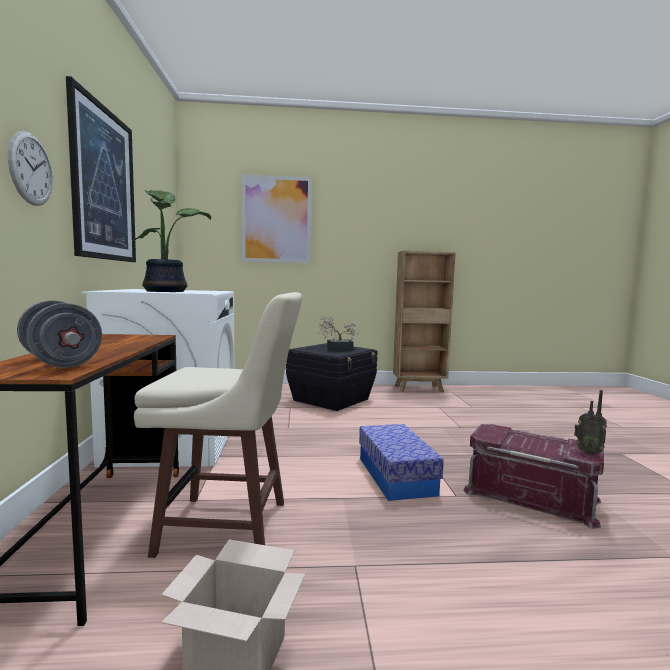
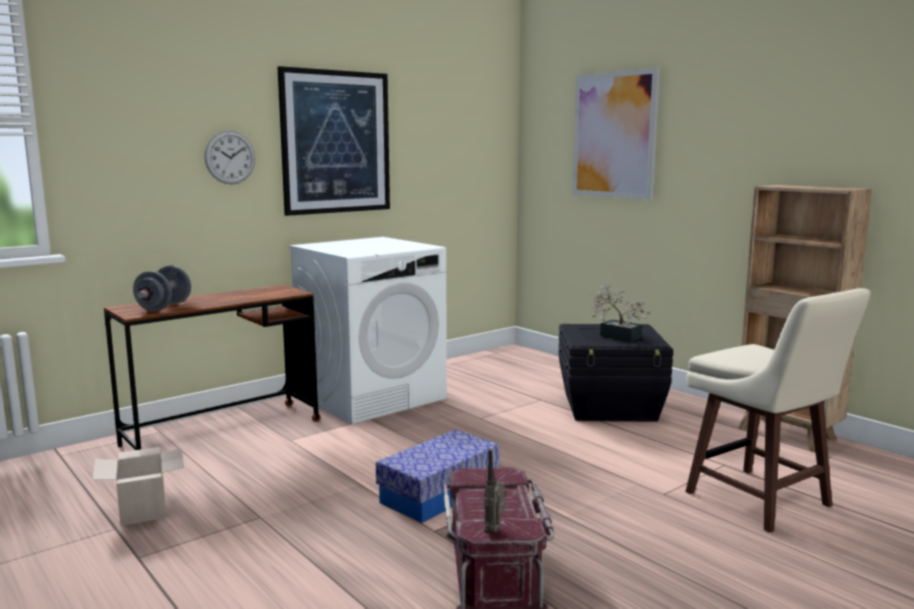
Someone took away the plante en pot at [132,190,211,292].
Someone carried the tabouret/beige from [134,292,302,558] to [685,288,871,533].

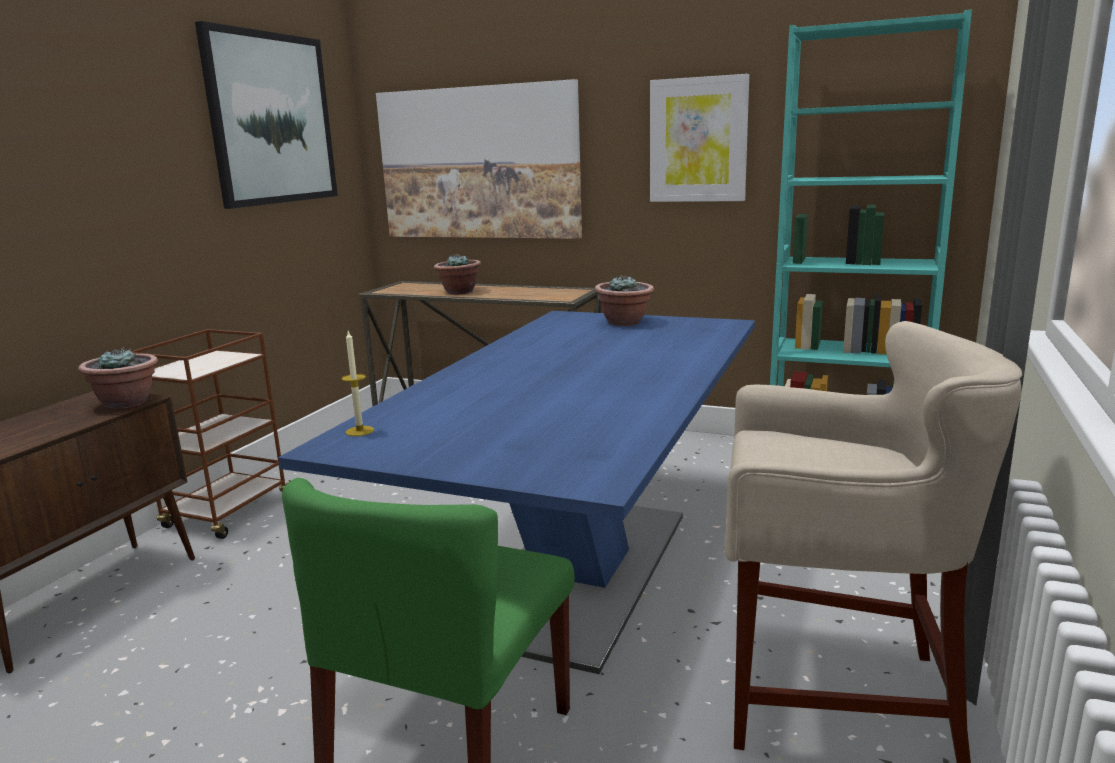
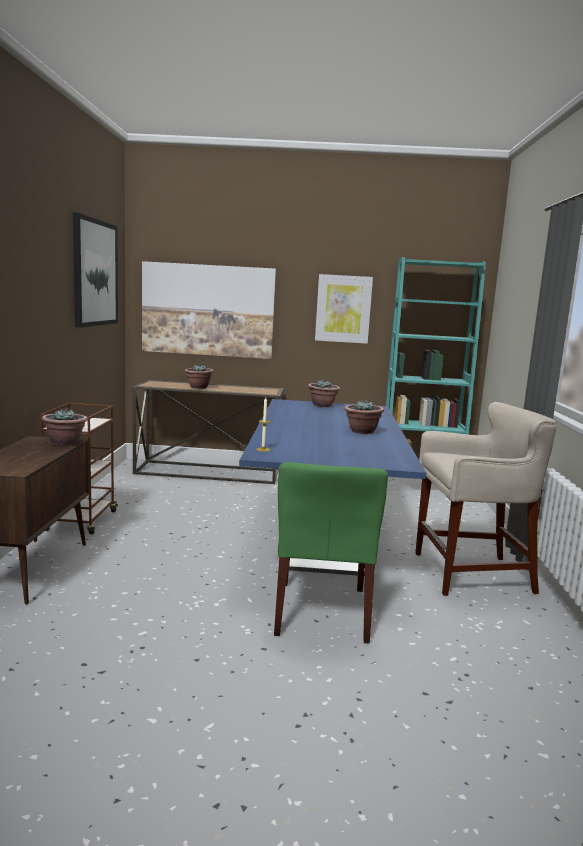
Someone put down the plante en pot at [344,400,384,434].

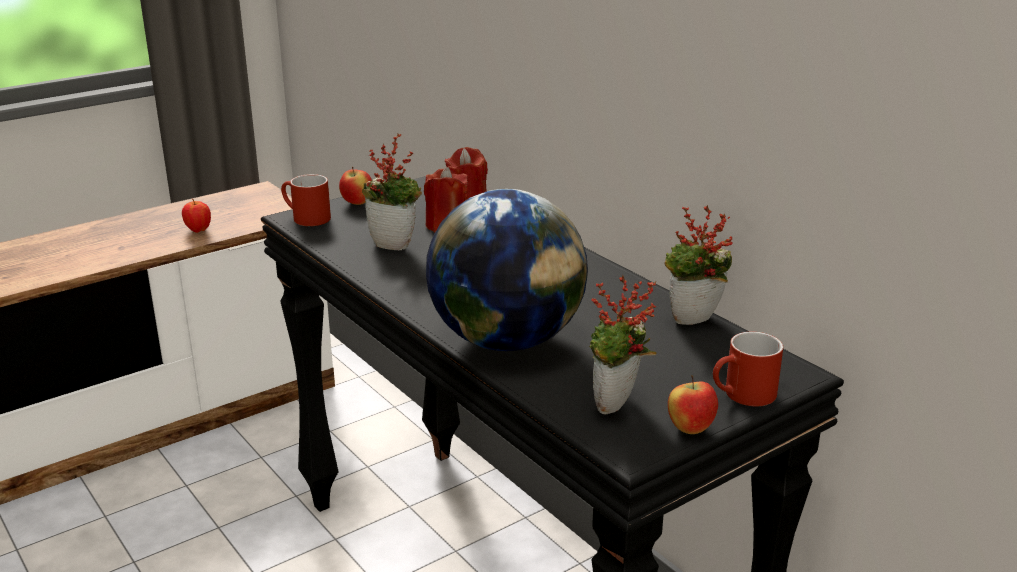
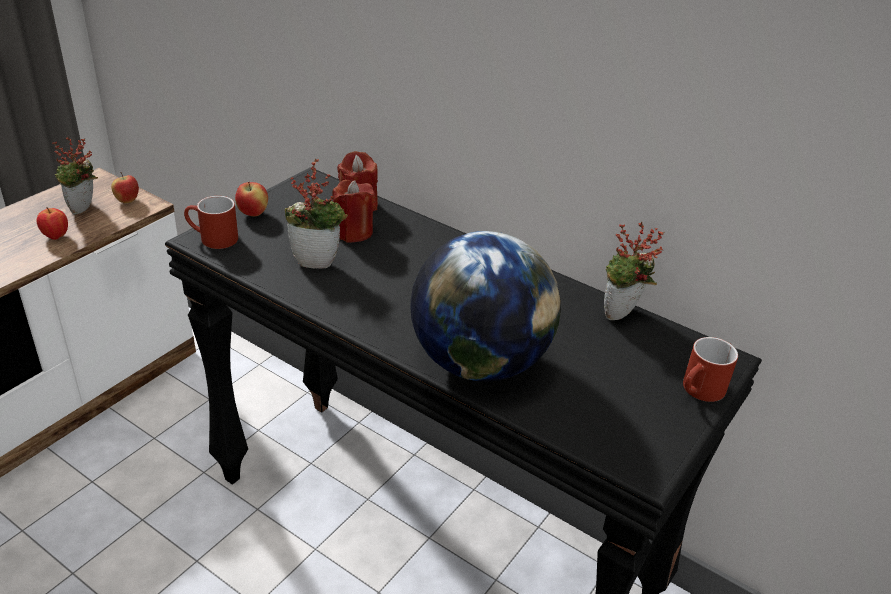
Someone carried the plante en pot from [589,275,657,414] to [52,137,98,214].
Someone carried the pomme from [668,375,718,434] to [111,172,139,203].

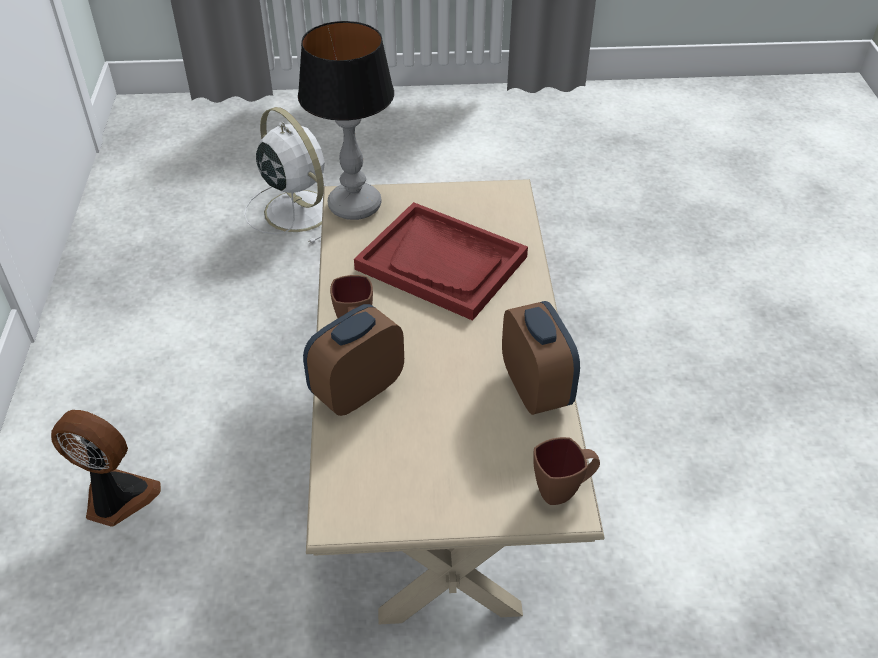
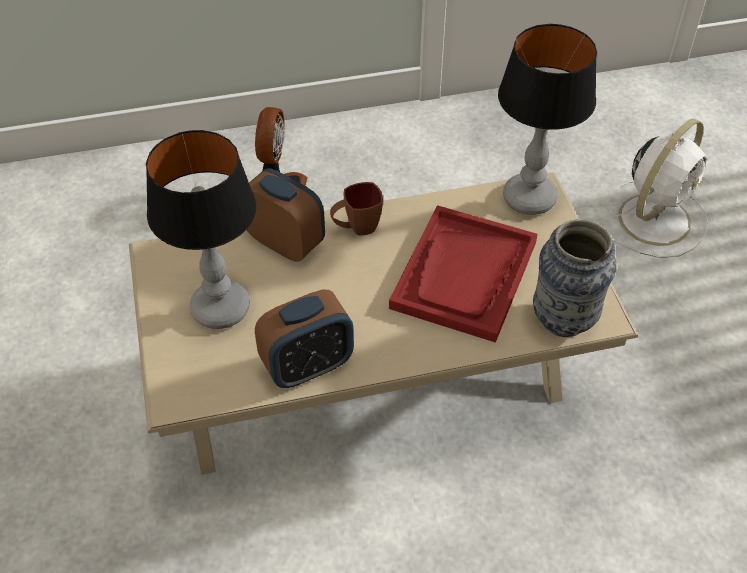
Someone took away the mug/marron at [533,437,600,505].
Someone put down the lampe de table at [146,130,256,329].
Someone put down the vase at [533,219,616,337].

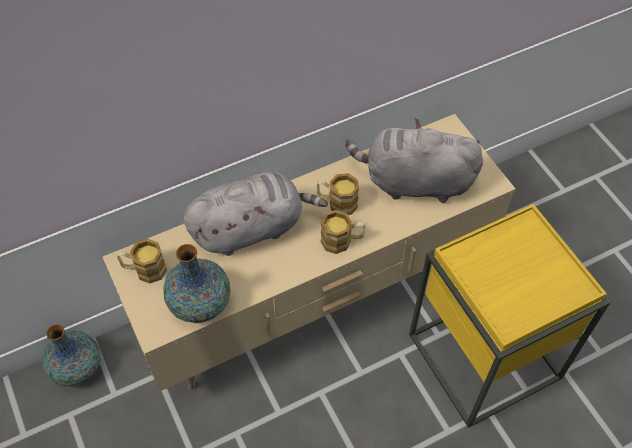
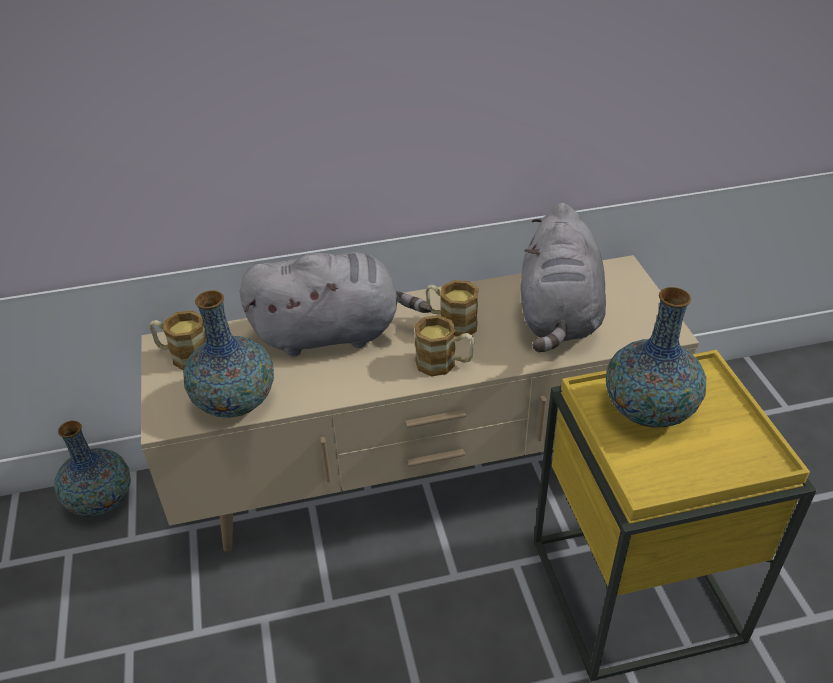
Someone rotated the peluche/gris at [346,119,483,203] by 105 degrees counterclockwise.
Someone put down the vase at [606,287,706,428].

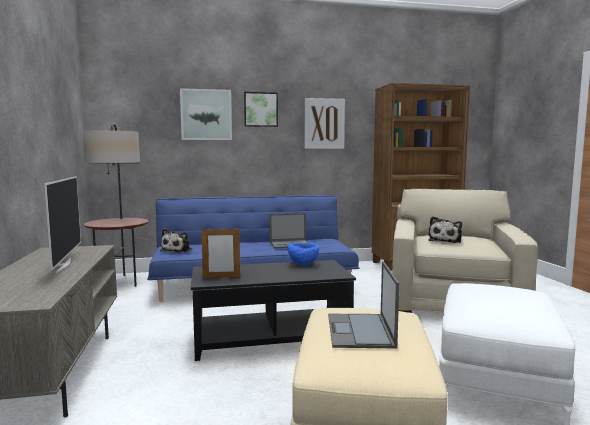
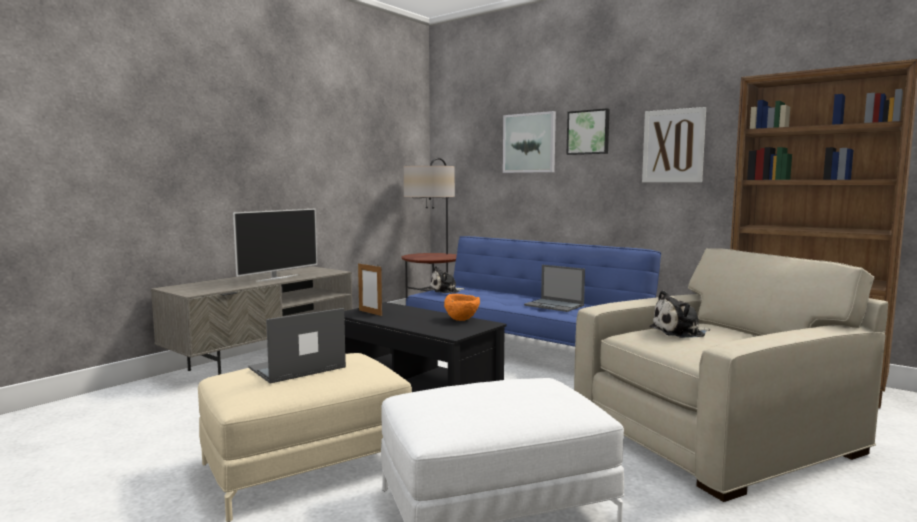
Someone repainted the bol/bleu at [288,242,319,265], which became the bol/orange at [444,294,480,321].

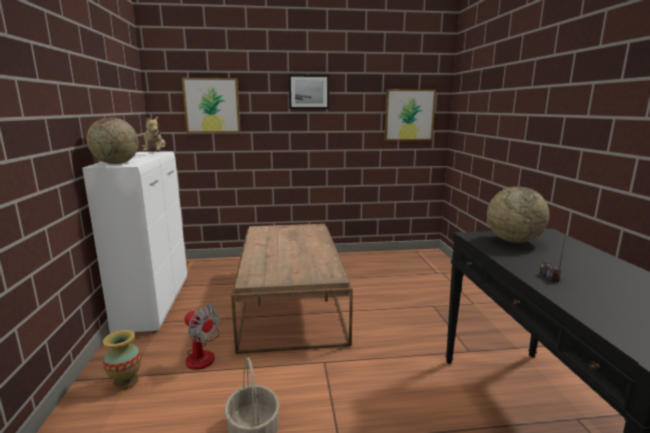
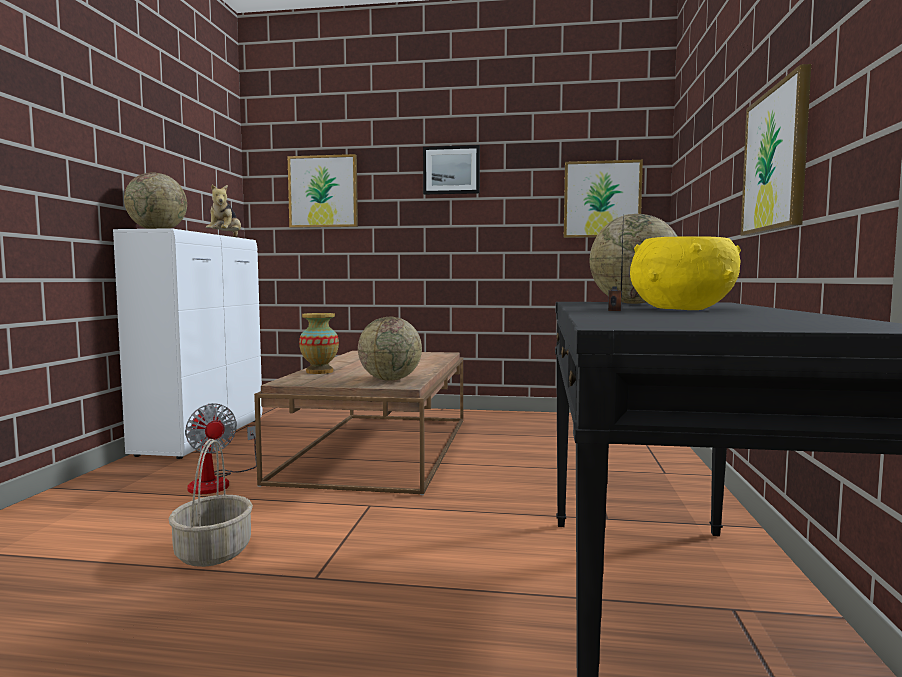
Someone carried the vase from [103,330,142,390] to [299,313,339,374].
Someone put down the globe at [358,317,422,381].
Someone put down the bol/jaune at [630,236,741,310].
Someone put up the tableau at [740,64,811,236].

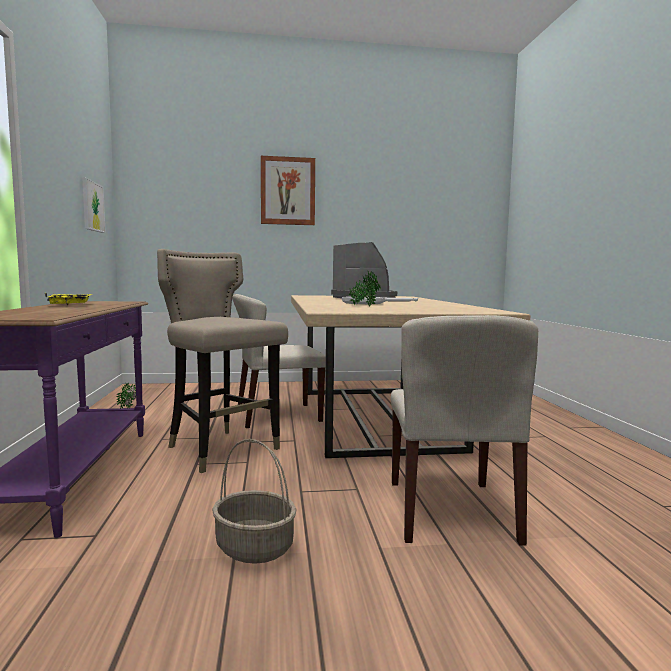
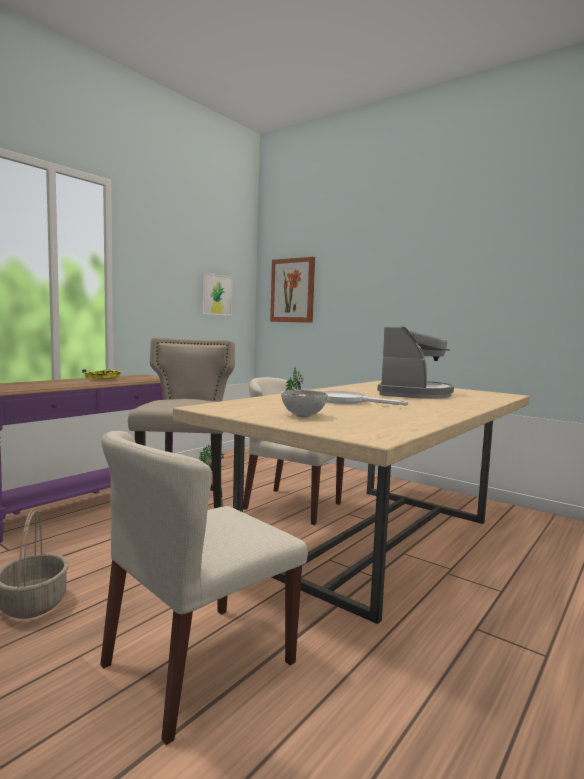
Someone carried the tableau from [261,156,315,225] to [270,257,315,323].
Someone put down the bol at [281,390,328,417].

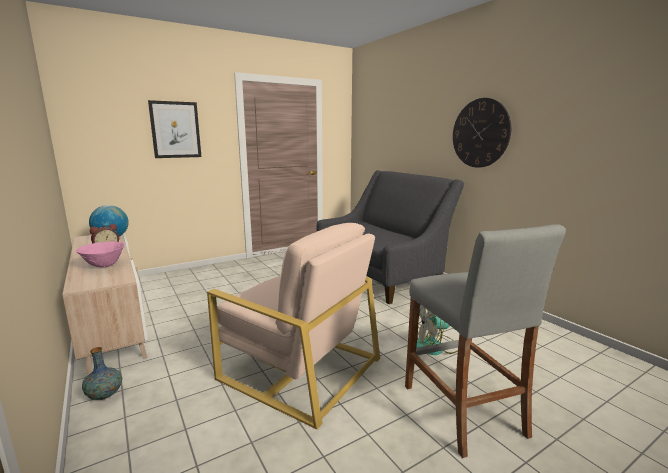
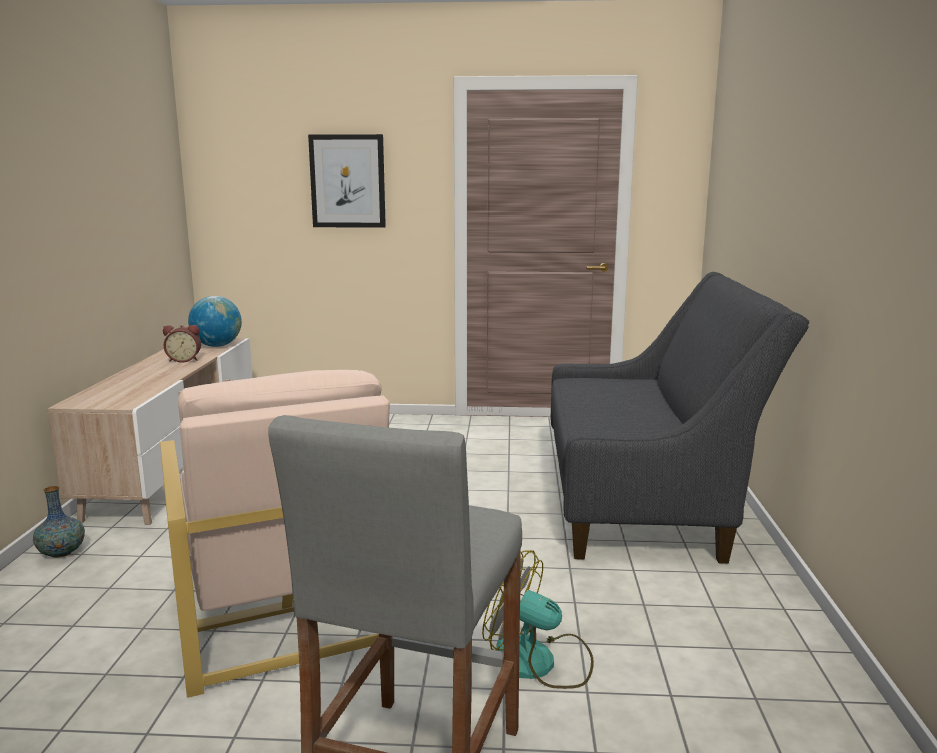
Someone took away the bol/rose at [76,242,125,267].
Someone took away the horloge murale at [453,98,511,168].

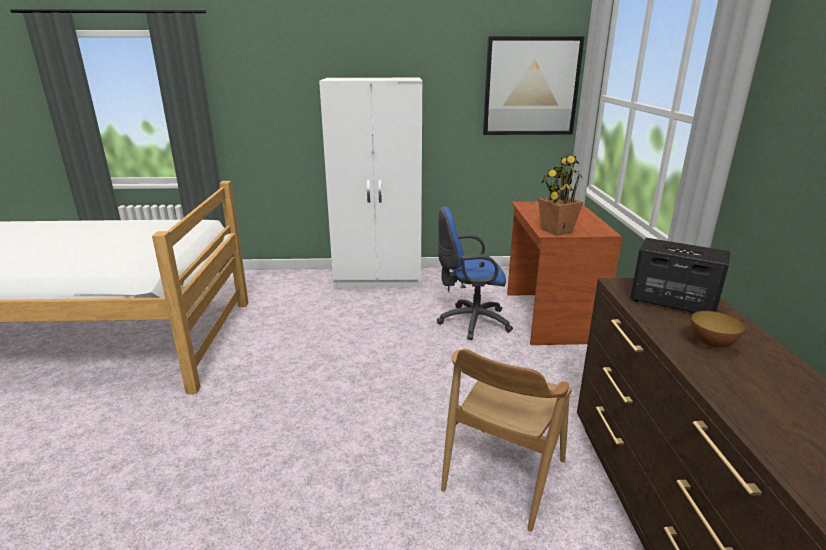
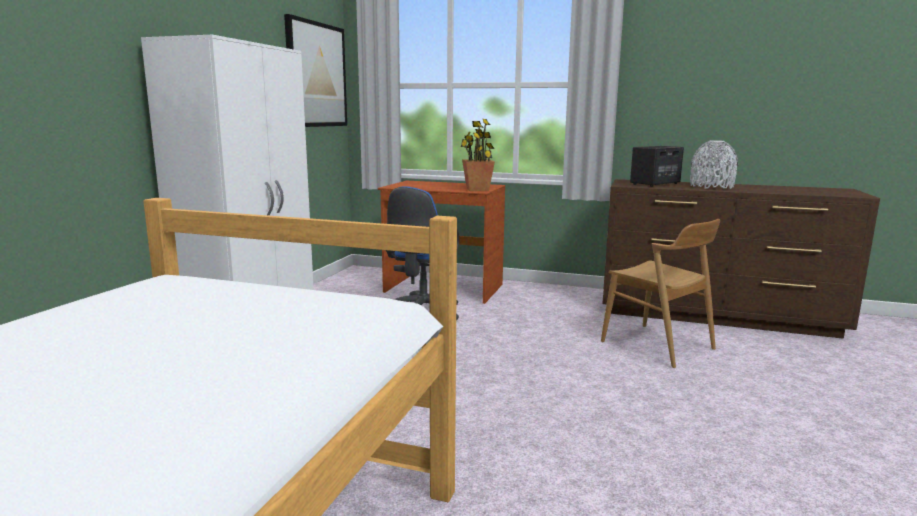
Someone swapped the bol at [691,311,745,349] for the vase/gris at [690,140,738,189].

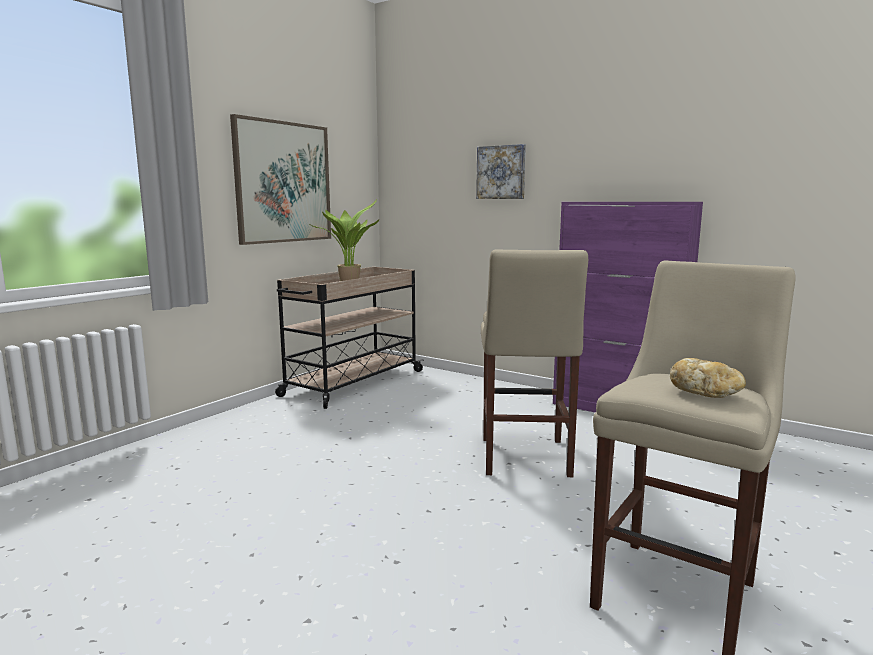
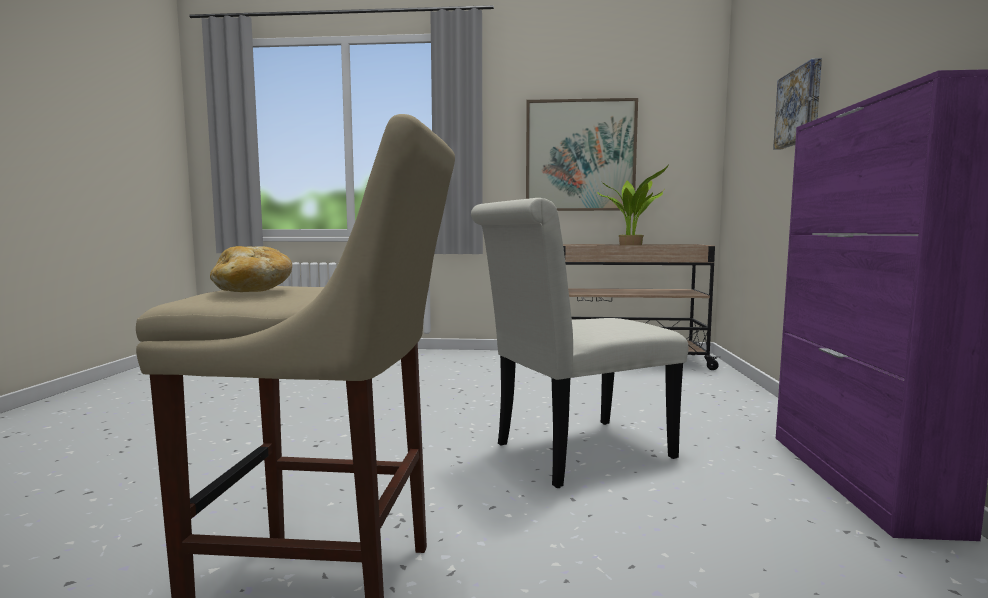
Someone swapped the tabouret/beige at [481,250,588,477] for the chaise/blanc at [471,198,689,488].

